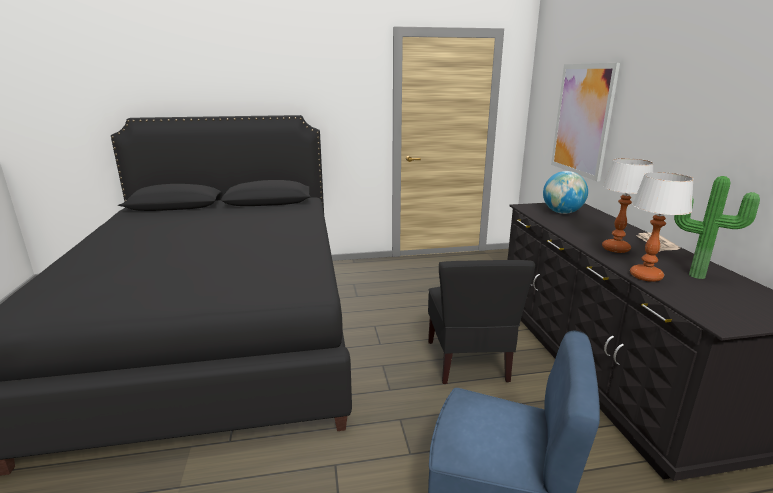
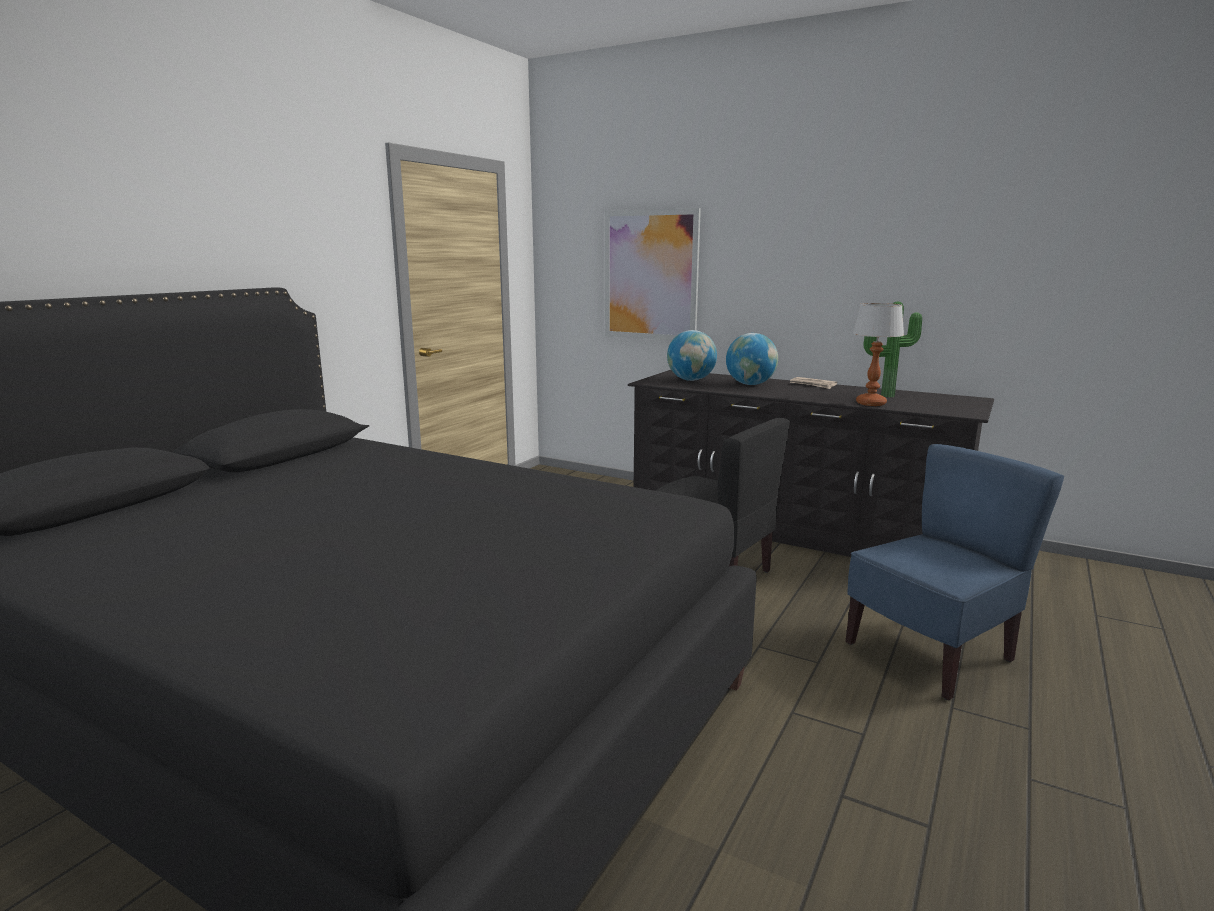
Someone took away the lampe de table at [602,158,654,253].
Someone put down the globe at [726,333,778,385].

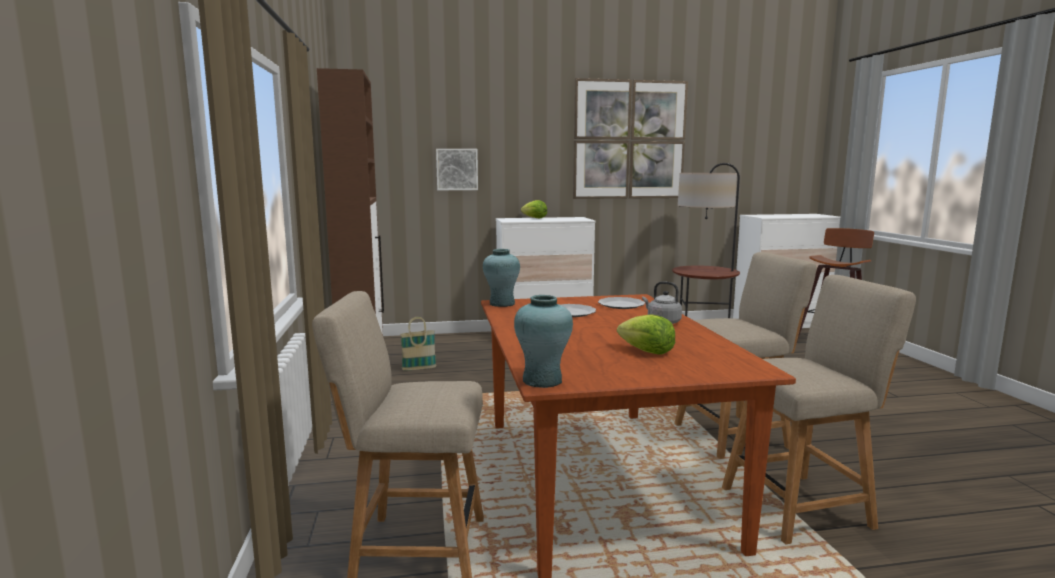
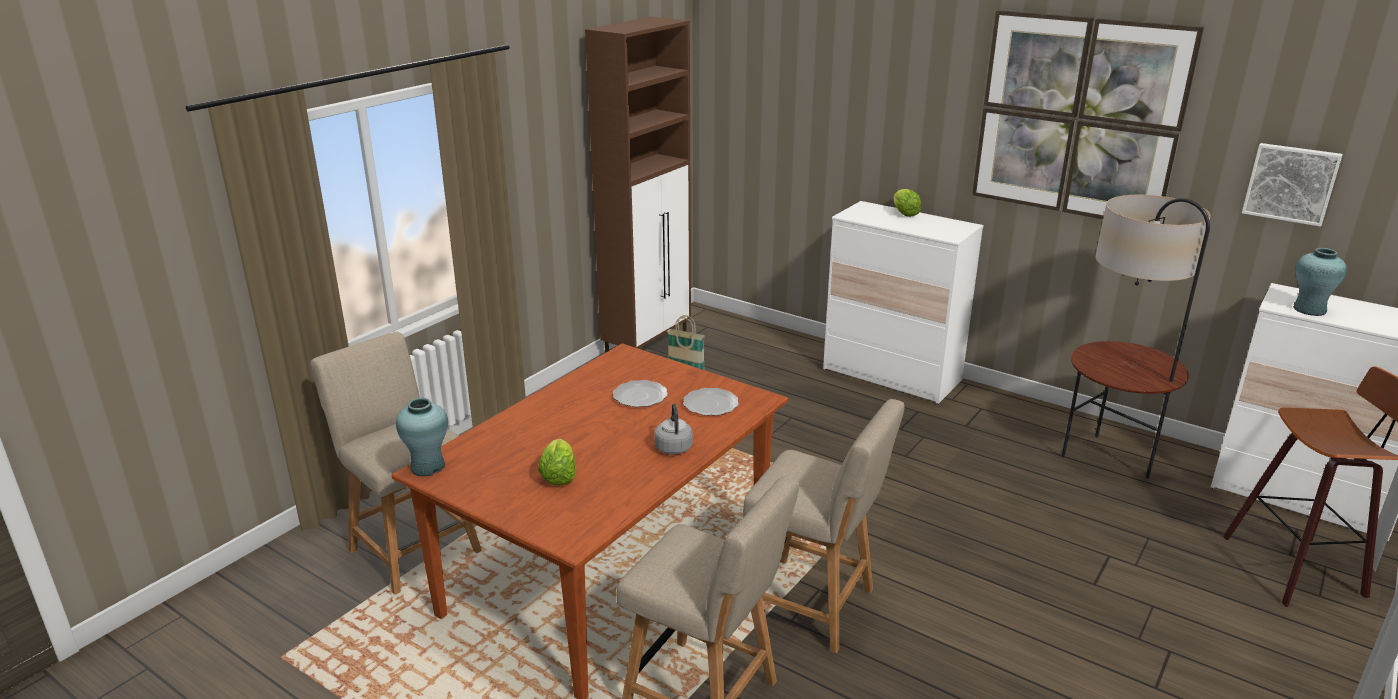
Someone carried the tableau from [436,149,478,190] to [1242,143,1343,227].
Someone carried the vase/turquoise from [483,249,520,307] to [1293,248,1347,316].

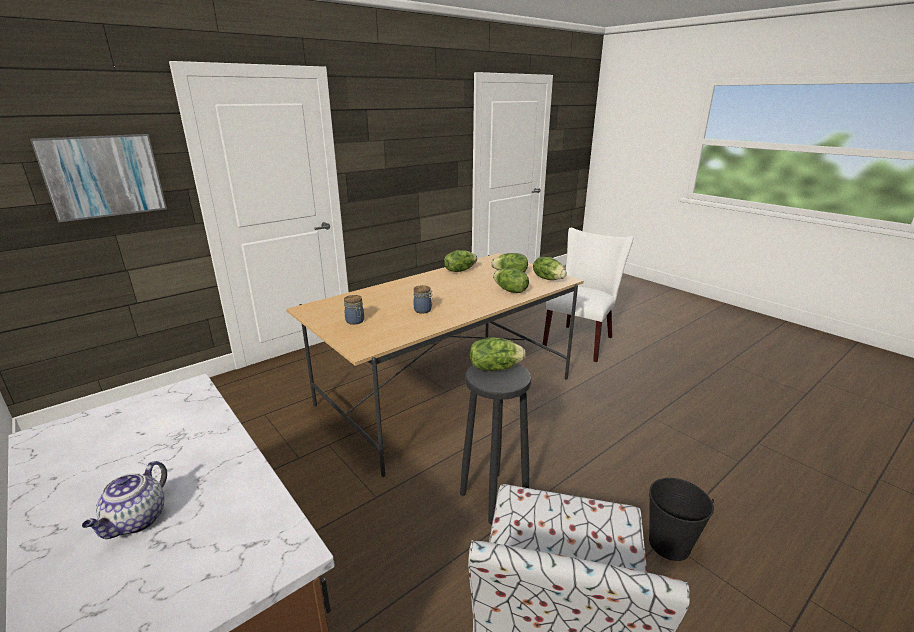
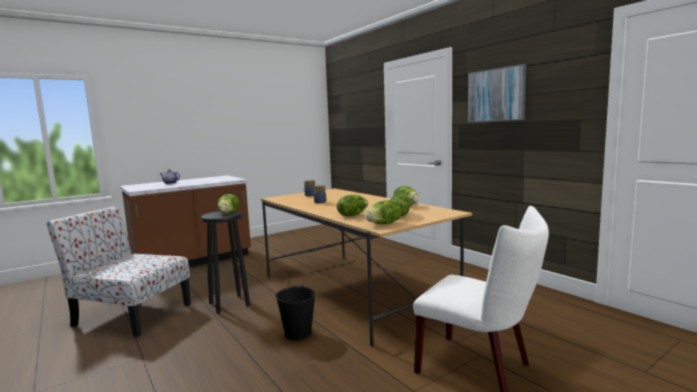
Someone carried the tableau from [30,134,167,222] to [468,64,526,122].
Someone carried the seau/noir from [649,478,714,561] to [276,285,315,340].

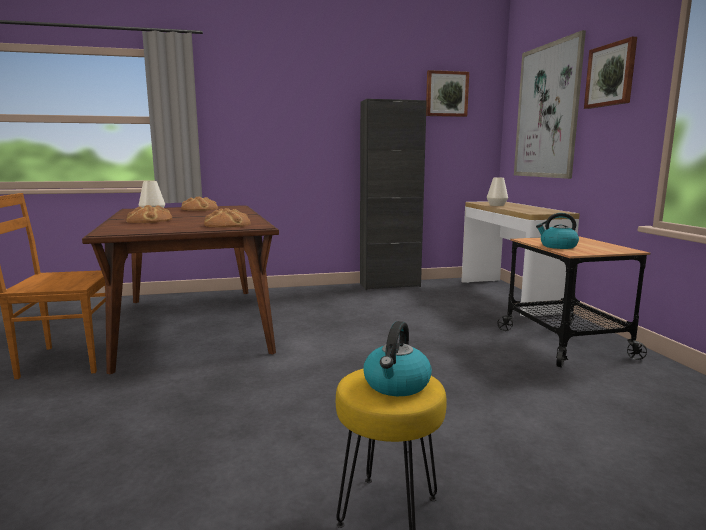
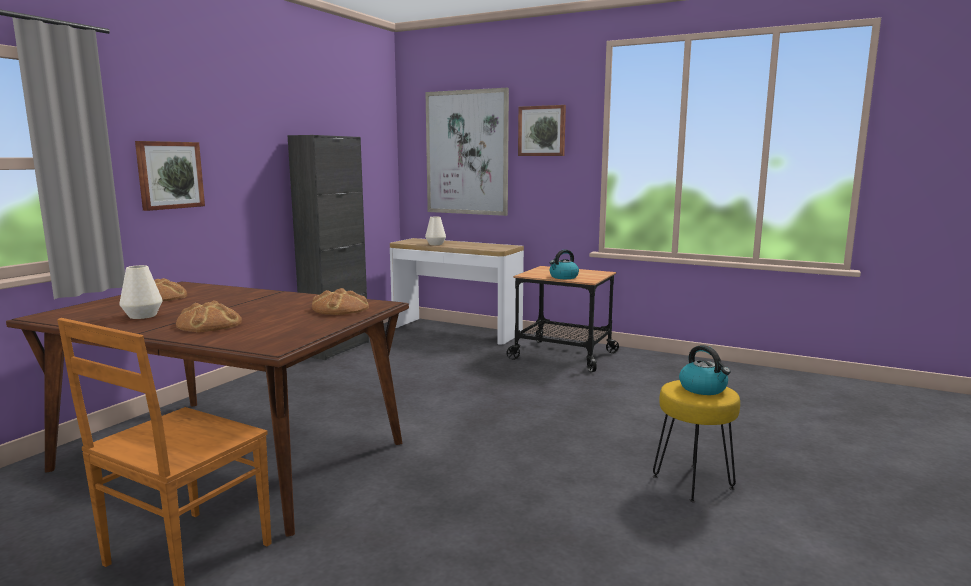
Someone carried the tableau from [426,70,469,117] to [135,141,205,211].

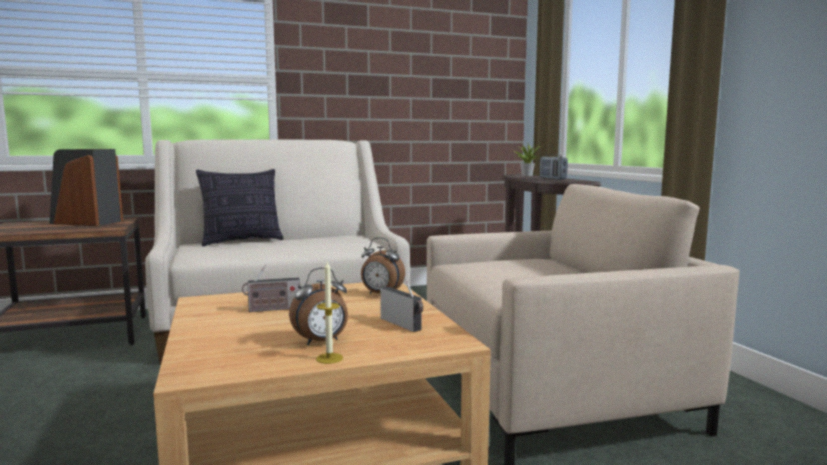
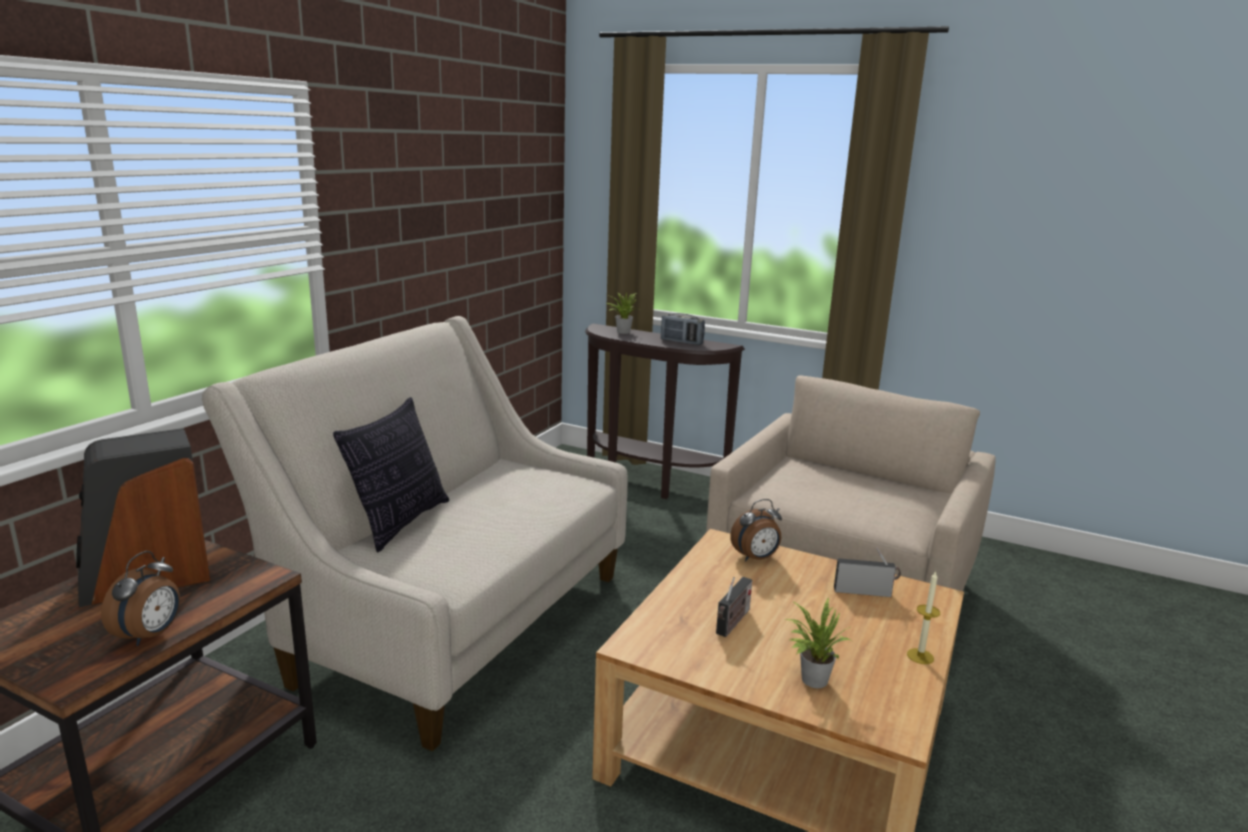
Someone carried the réveil from [289,267,348,345] to [101,551,180,646].
Someone put down the plante en pot at [784,598,850,688].

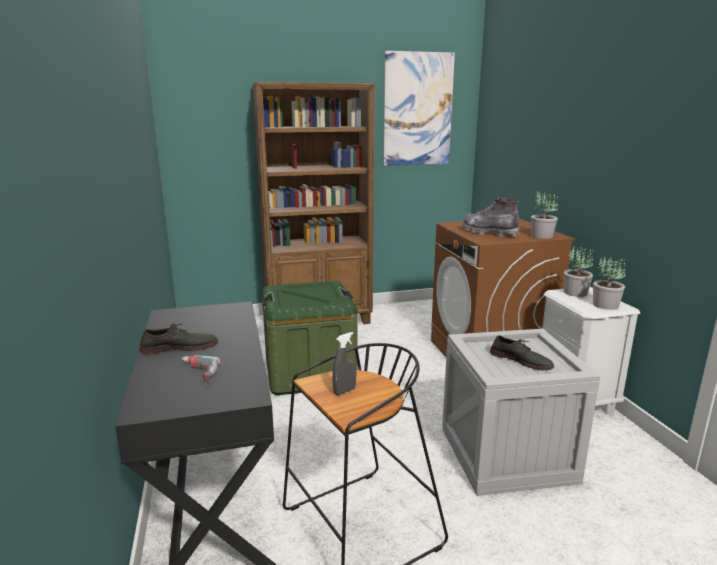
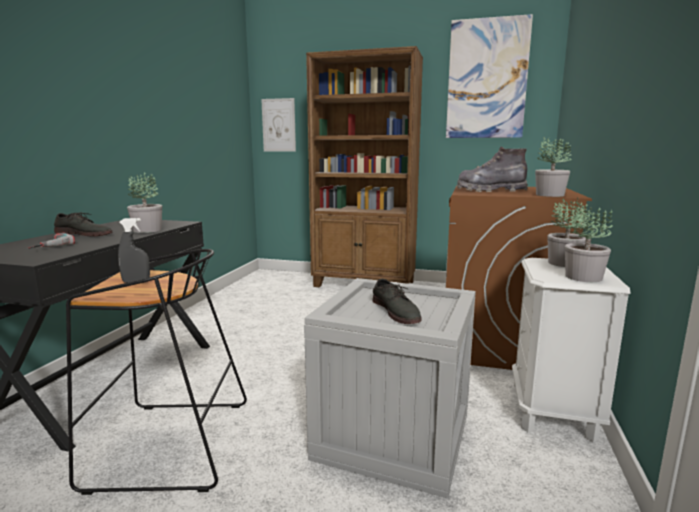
Someone took away the boîte de rangement/vert at [262,281,358,395].
Someone rotated the botte/gris at [462,197,519,237] by 60 degrees counterclockwise.
Someone put down the plante en pot at [127,172,162,233].
Someone put up the tableau at [261,98,296,152].

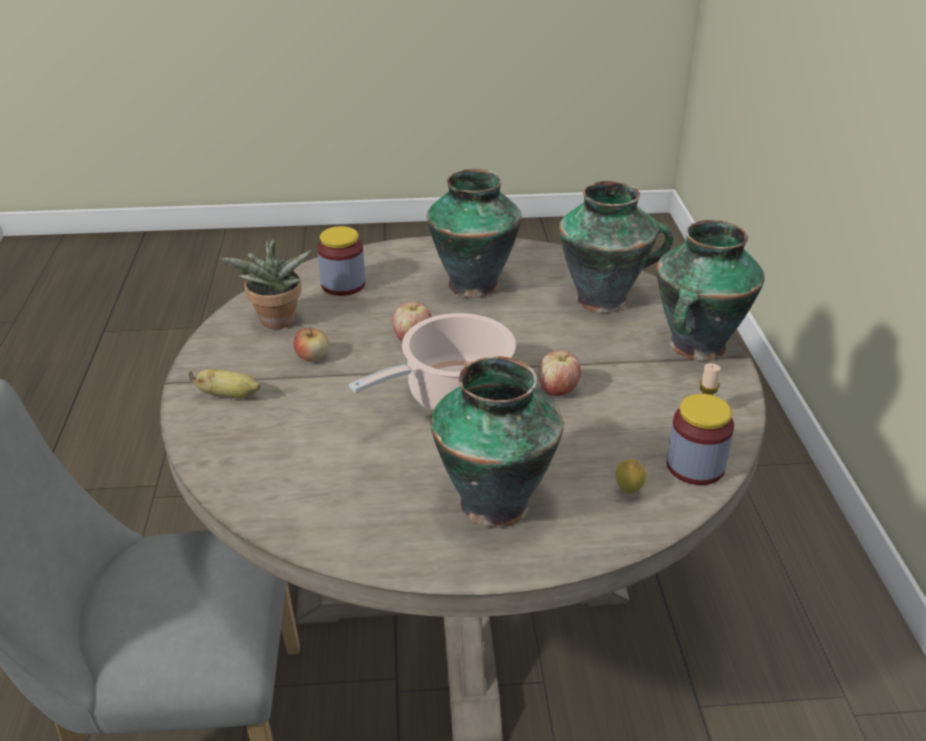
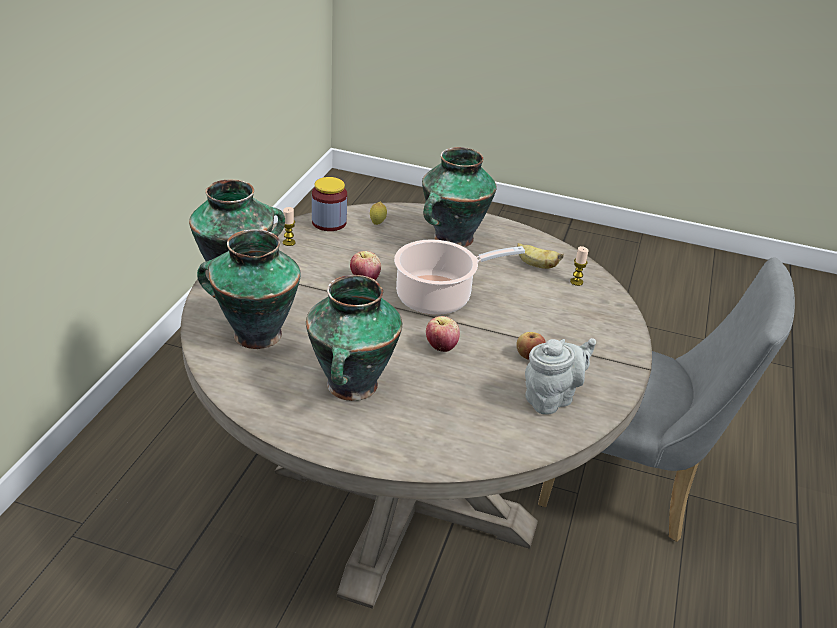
Someone carried the banane from [189,369,260,398] to [517,243,564,269].
Someone swapped the plante en pot at [219,239,311,329] for the théière/gris at [525,338,596,415].
Someone took away the bocal at [317,226,365,296].
Someone put down the bougie at [570,246,588,286].

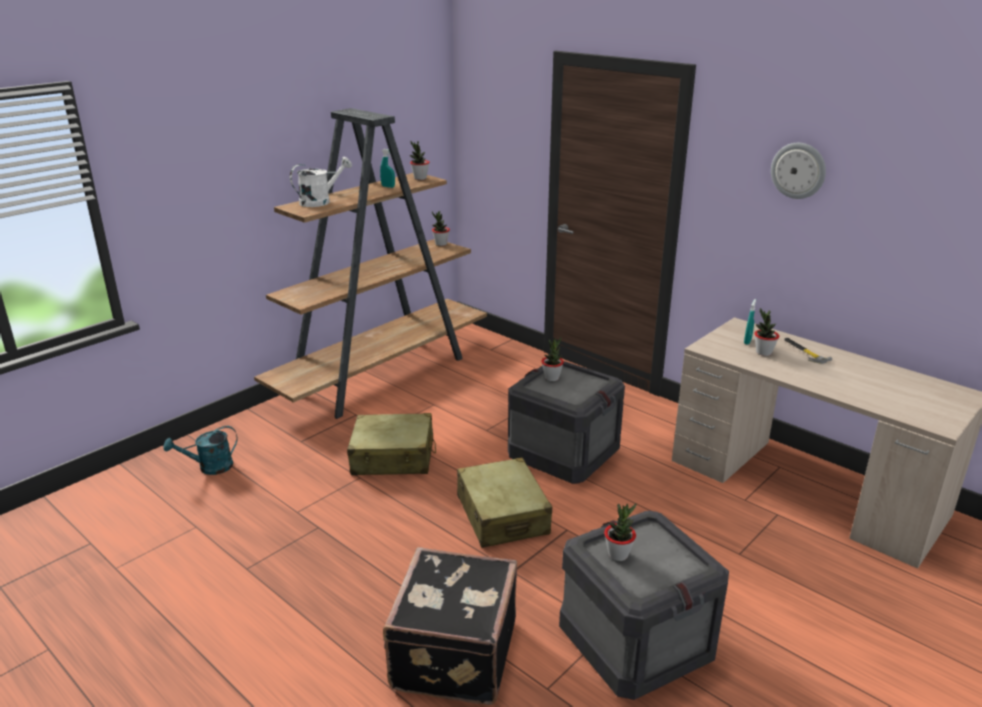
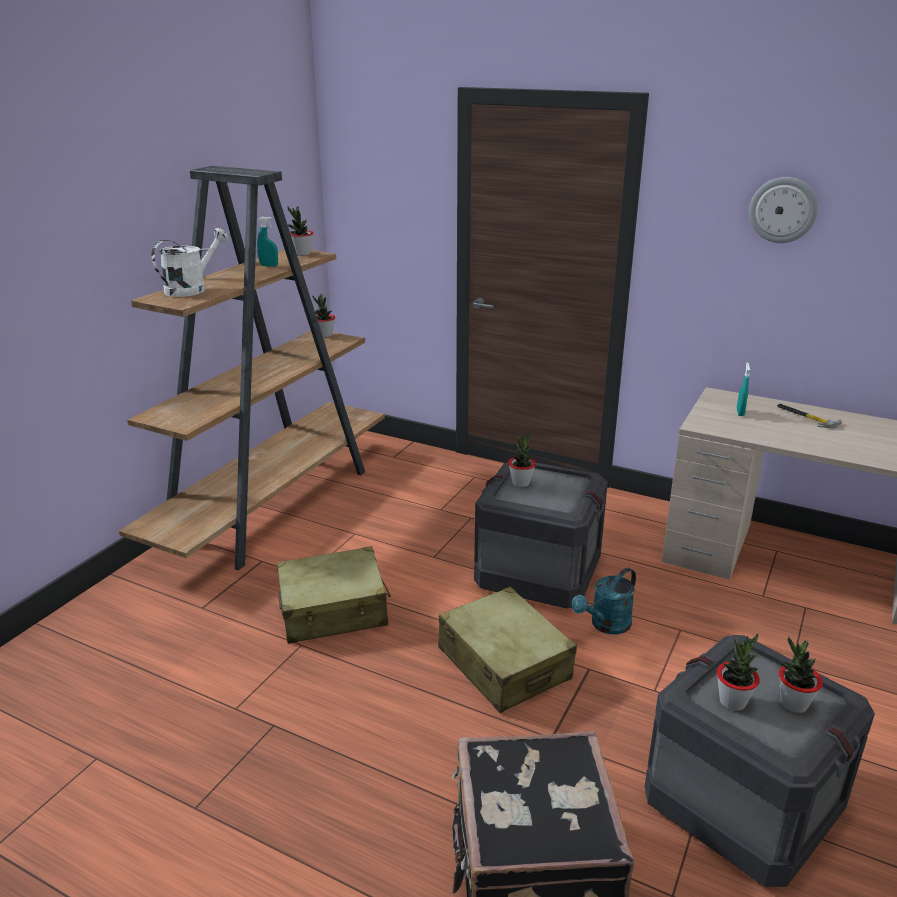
Someone carried the arrosoir/turquoise from [163,426,238,475] to [572,568,636,634].
Someone carried the plante en pot from [754,308,779,356] to [779,636,823,713].

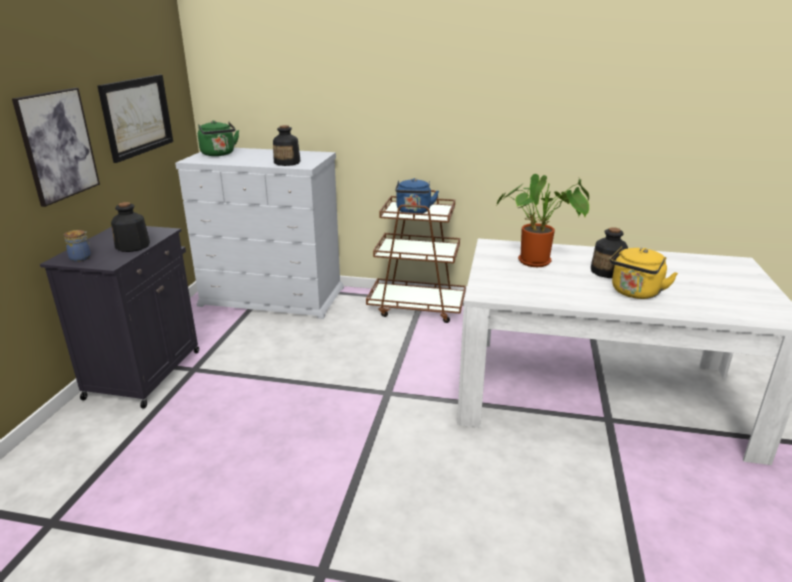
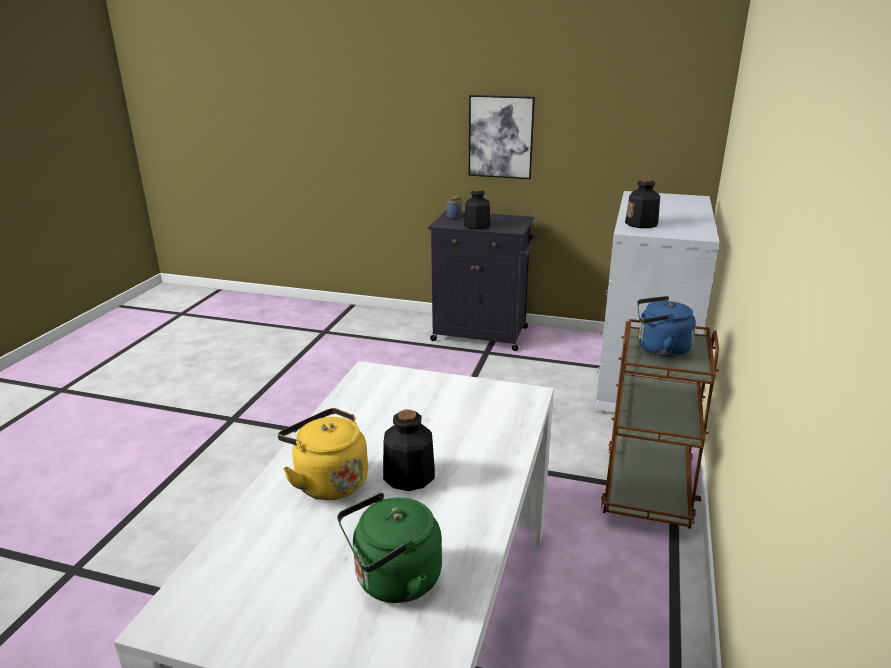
Someone took away the tableau at [97,75,173,163].
Someone carried the bouilloire/vert from [198,120,239,156] to [337,493,442,603].
Someone took away the plante en pot at [497,174,589,267].

